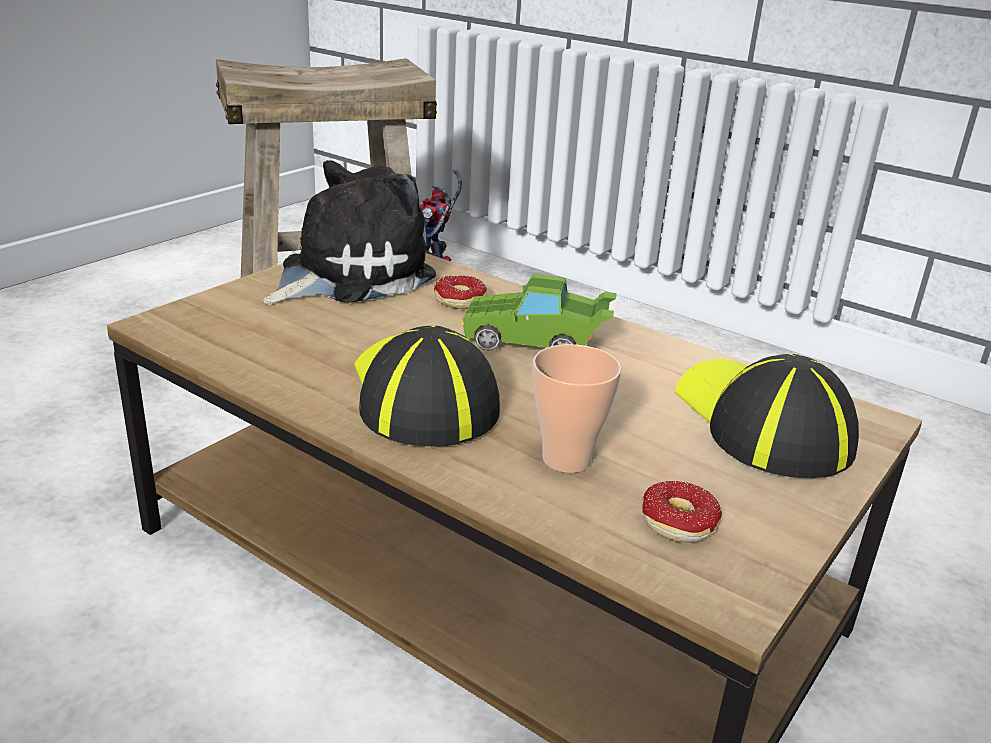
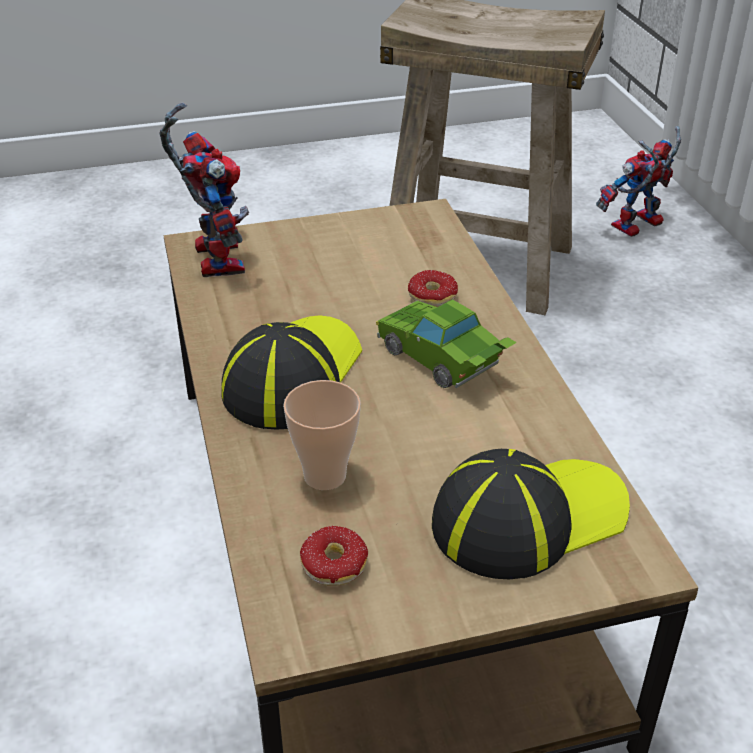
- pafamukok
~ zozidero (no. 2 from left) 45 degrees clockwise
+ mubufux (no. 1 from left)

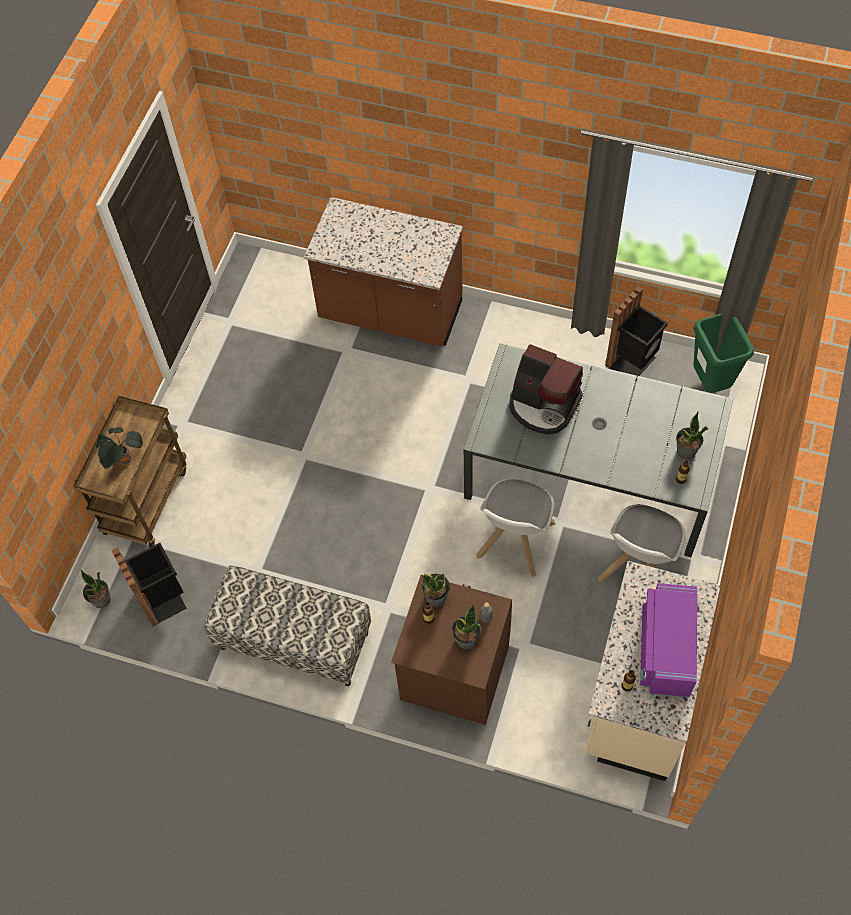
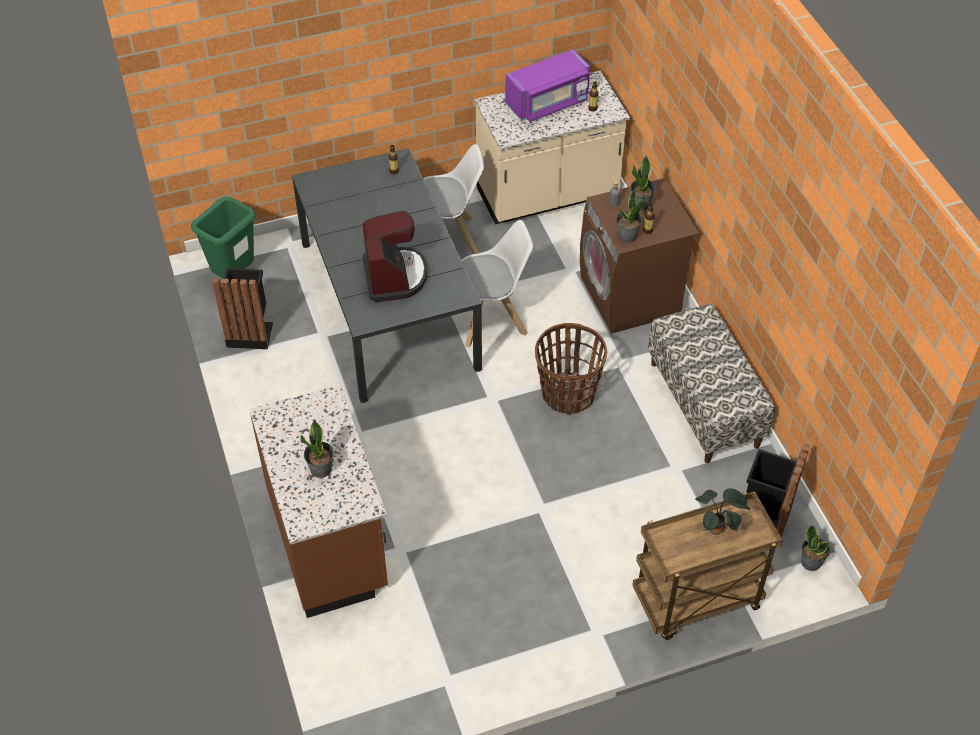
~ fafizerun (no. 5 from left in the first image) to fafizerun (no. 1 from left)
+ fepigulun

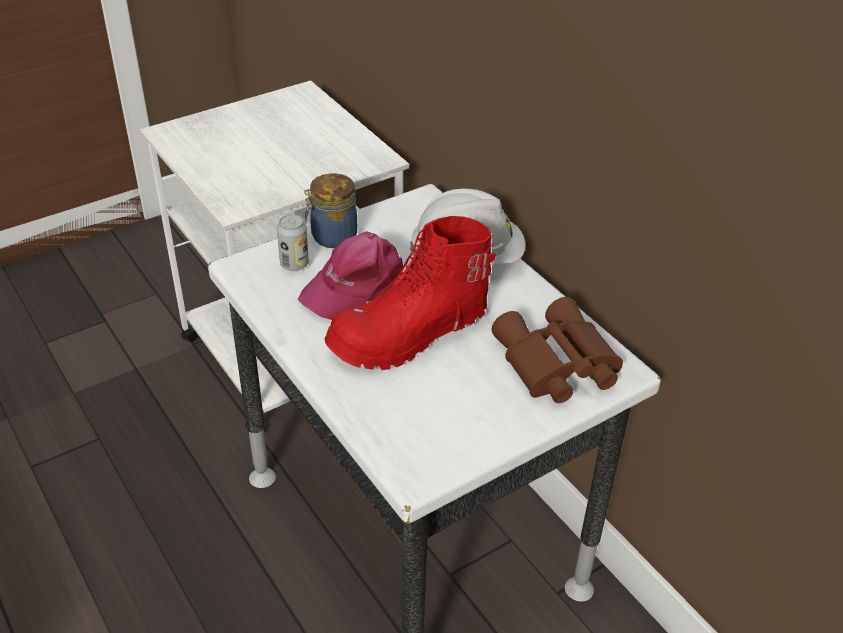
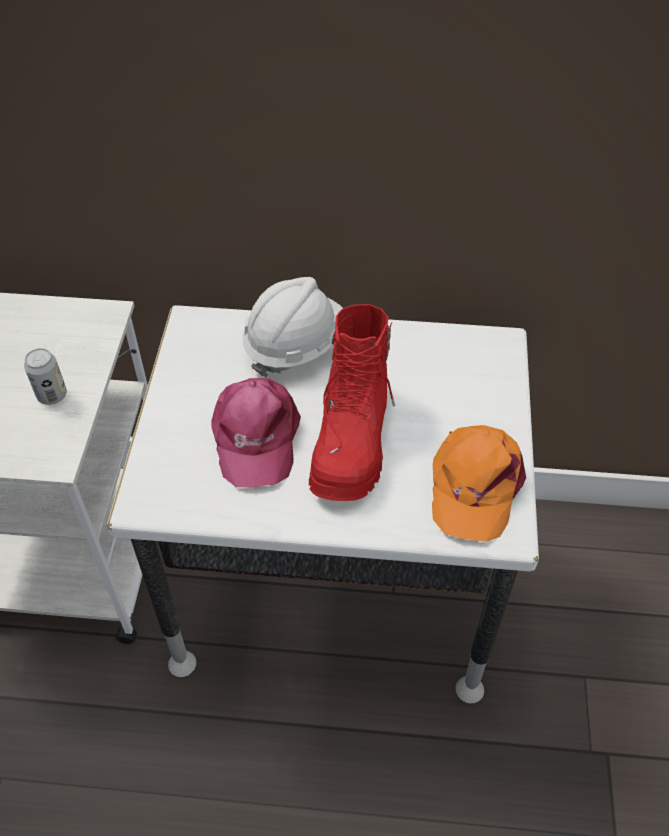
- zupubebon
~ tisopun
- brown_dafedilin
+ orange_zozidero

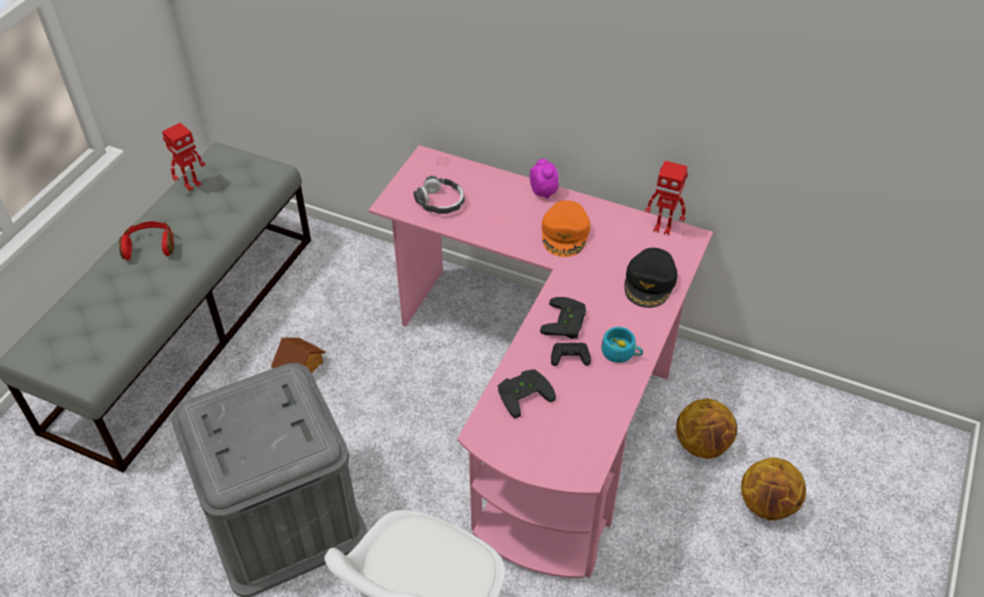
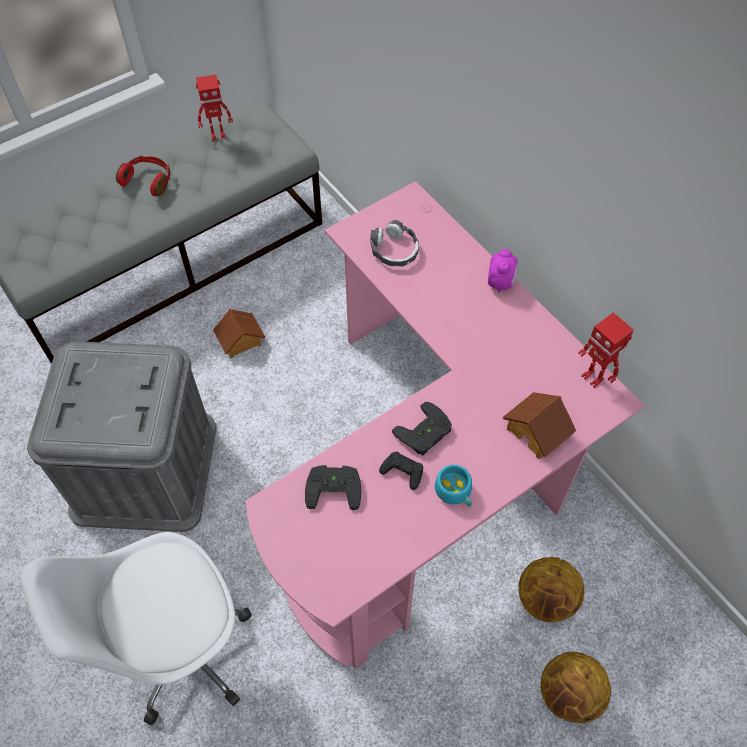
- orange_zozidero
~ black_zozidero to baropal (no. 2 from left)

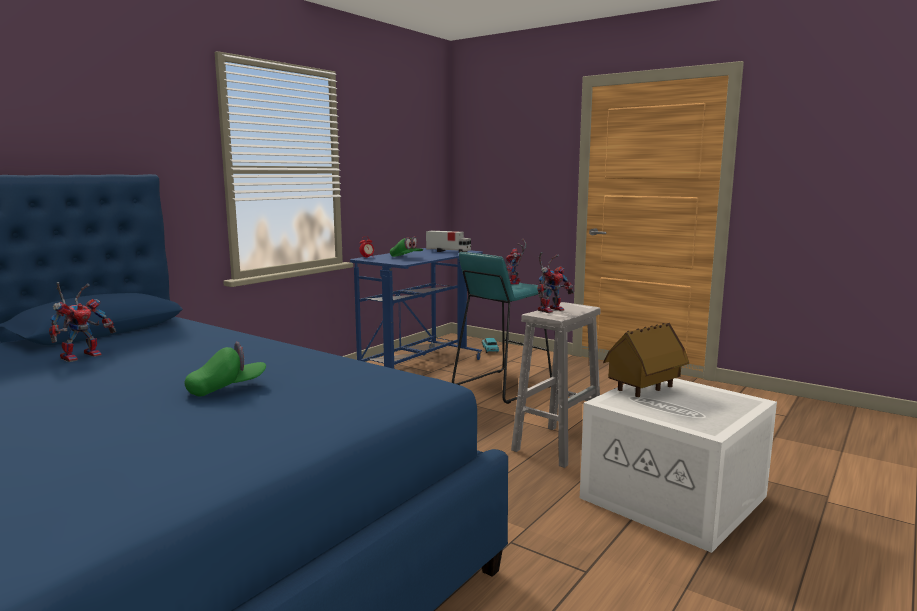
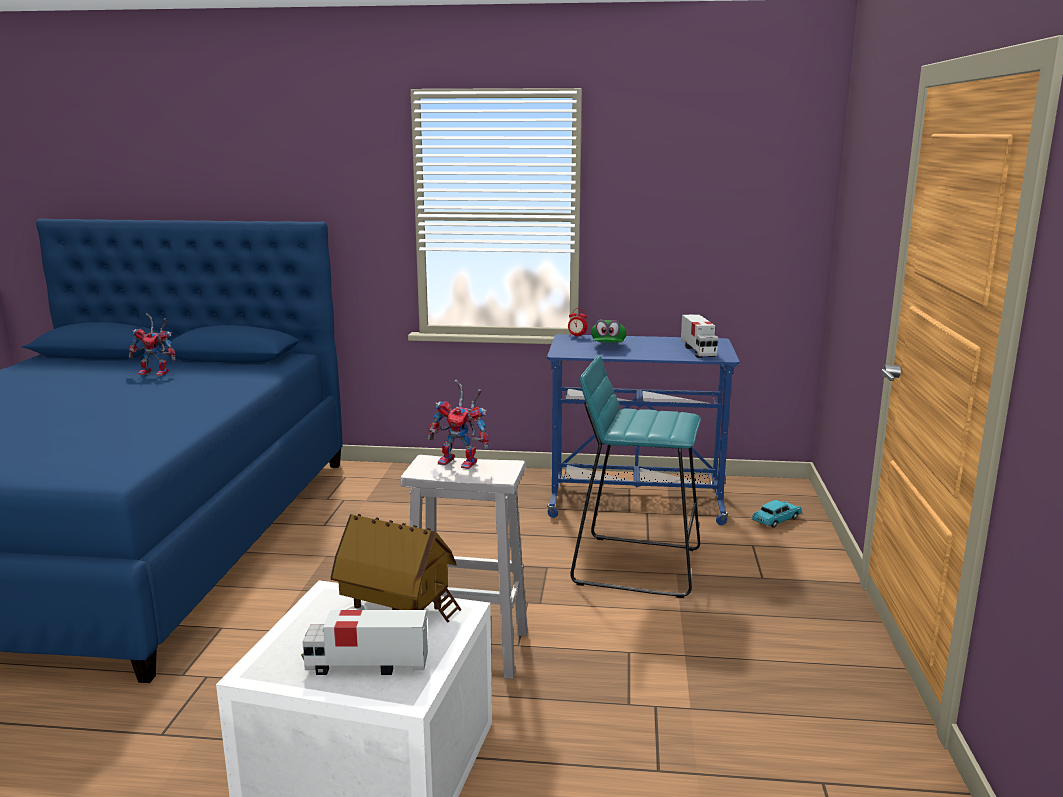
- mubufux (no. 2 from left)
- green_zozidero (no. 1 from left)
+ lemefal (no. 1 from left)

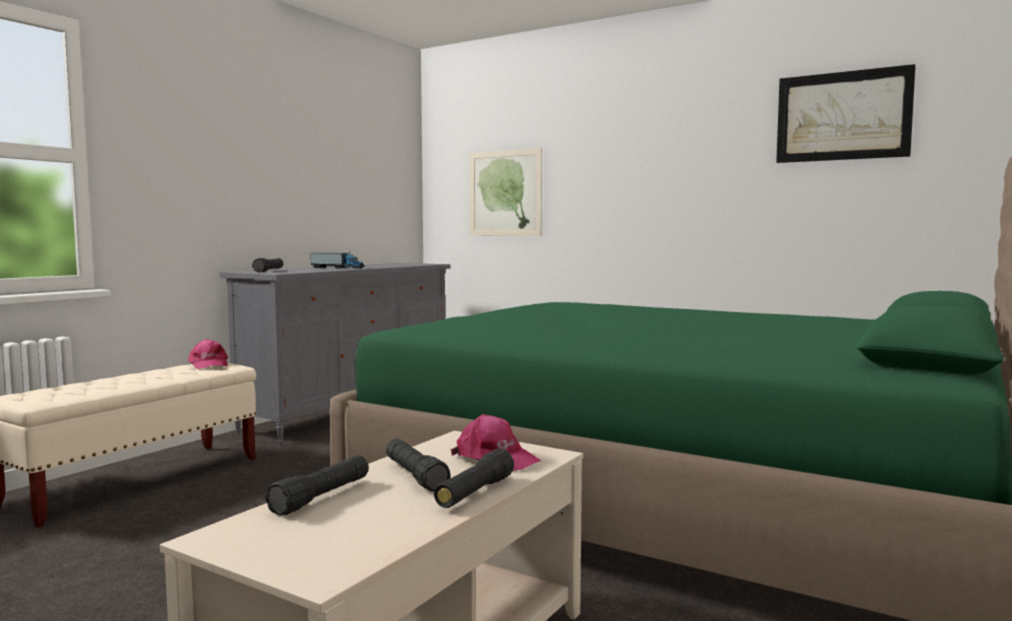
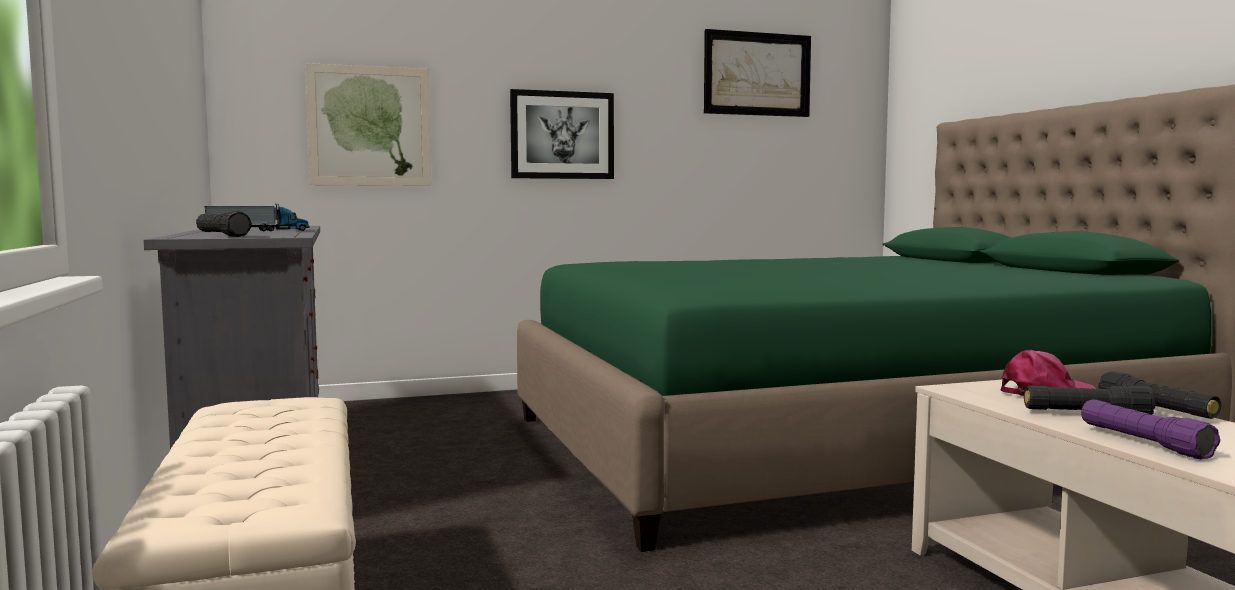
- pink_zozidero (no. 1 from left)
~ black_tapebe (no. 2 from left) to purple_tapebe
+ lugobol (no. 2 from left)

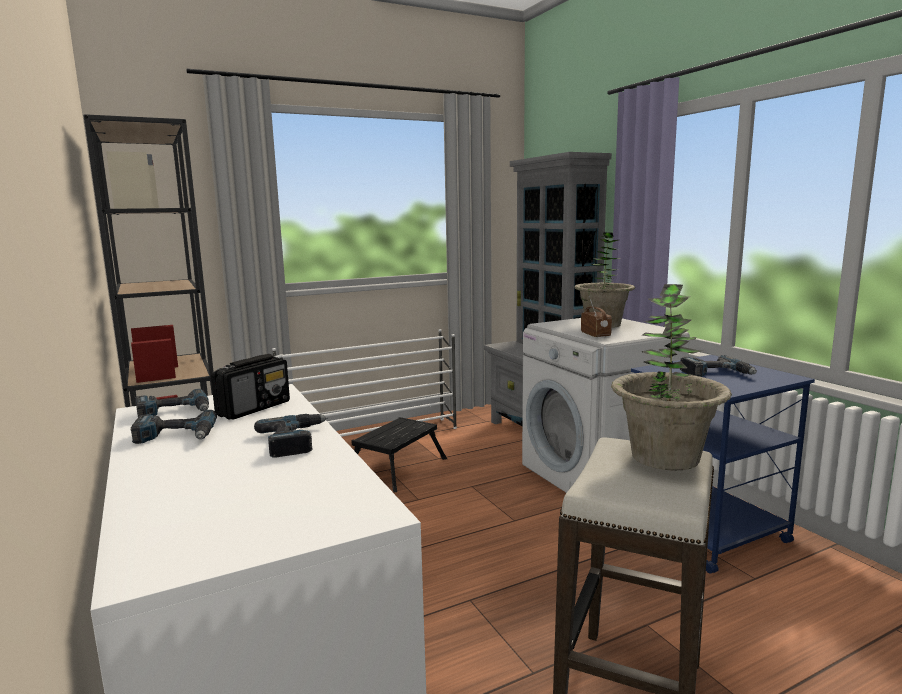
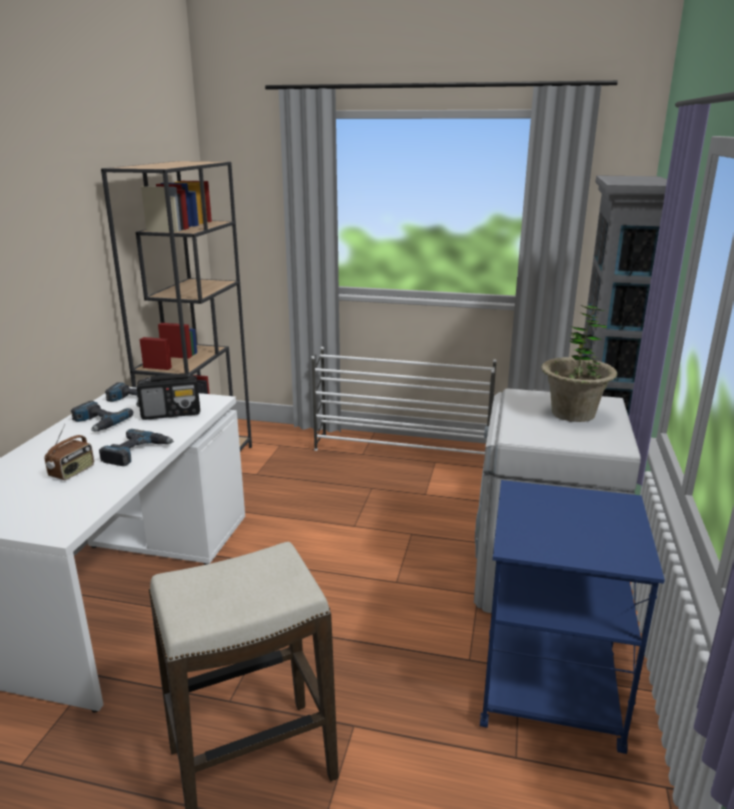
- fafizerun (no. 2 from left)
~ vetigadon (no. 2 from left in the first image) to vetigadon (no. 1 from left)
- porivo (no. 4 from left)
- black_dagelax

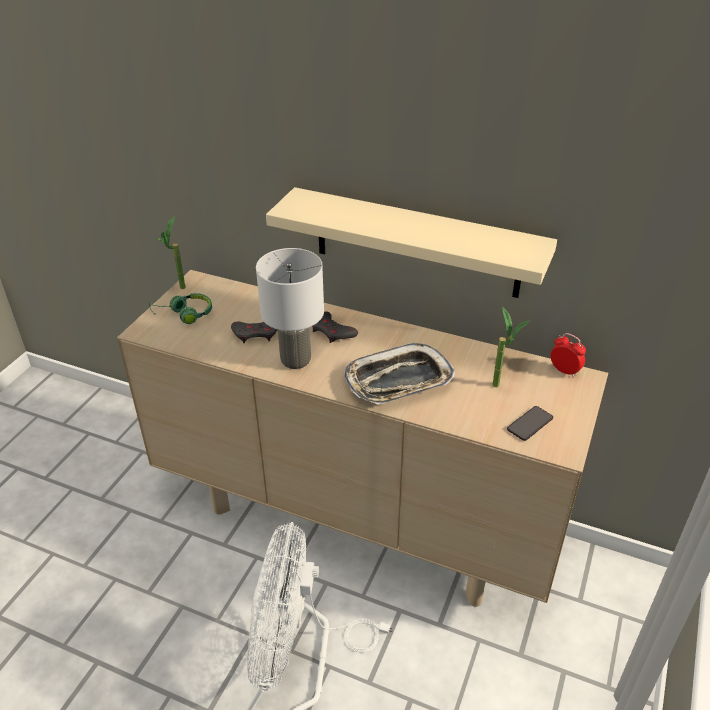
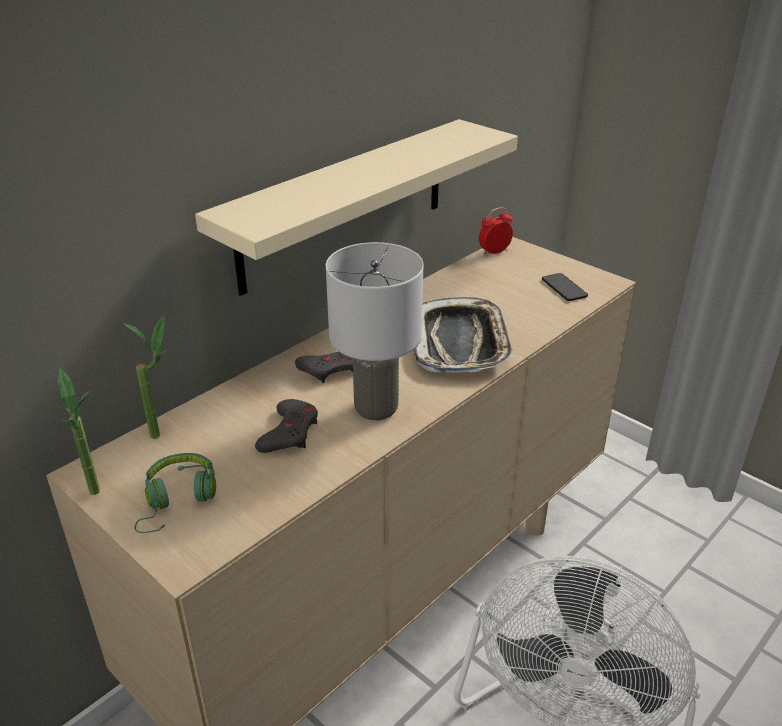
~ fafizerun (no. 2 from left)

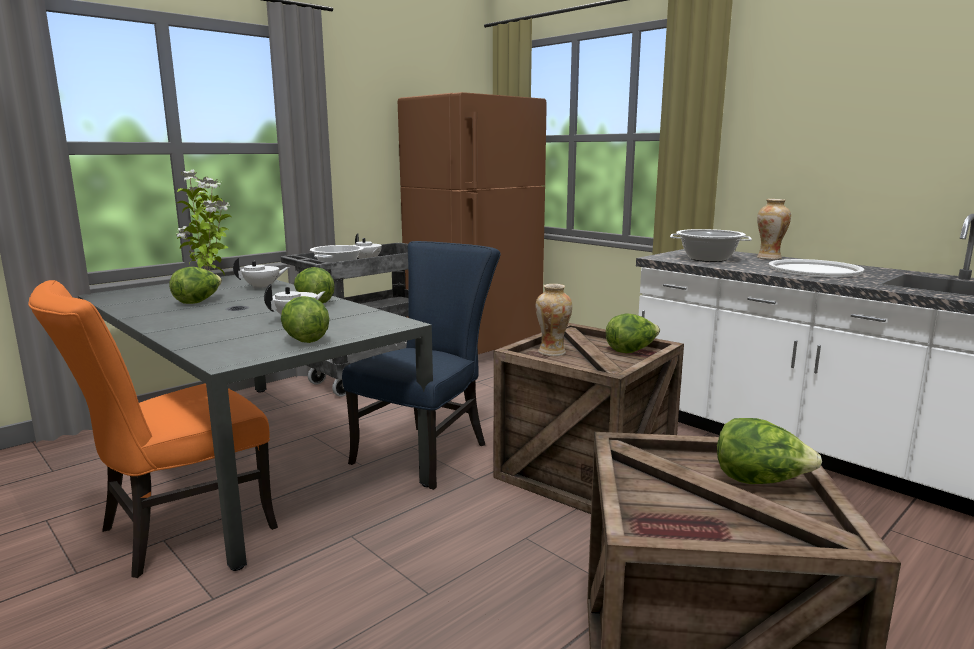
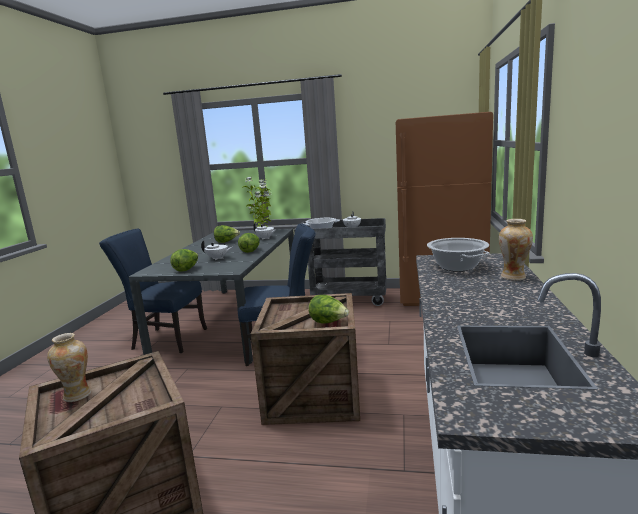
- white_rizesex
~ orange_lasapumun to blue_lasapumun (no. 1 from left)
~ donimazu (no. 1 from left)
- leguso (no. 5 from left)

